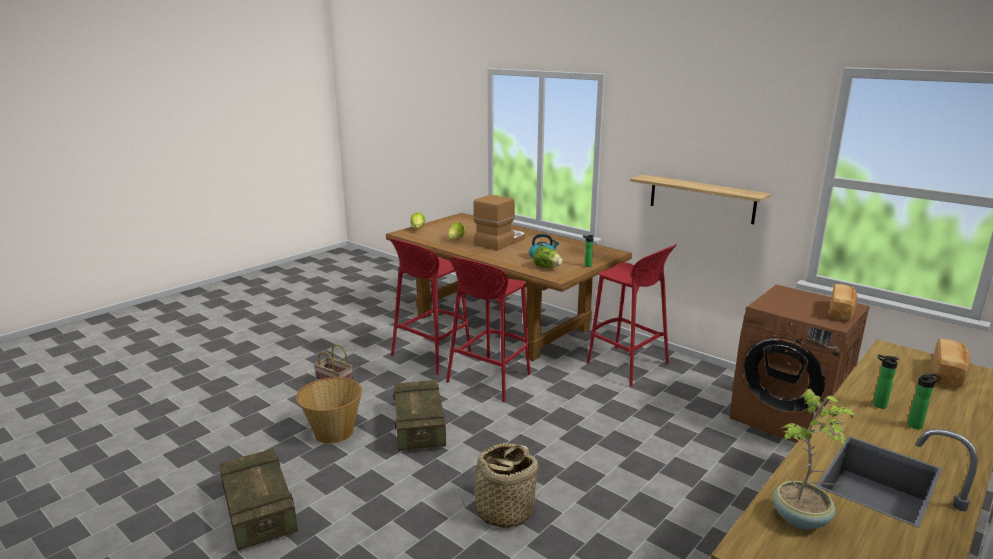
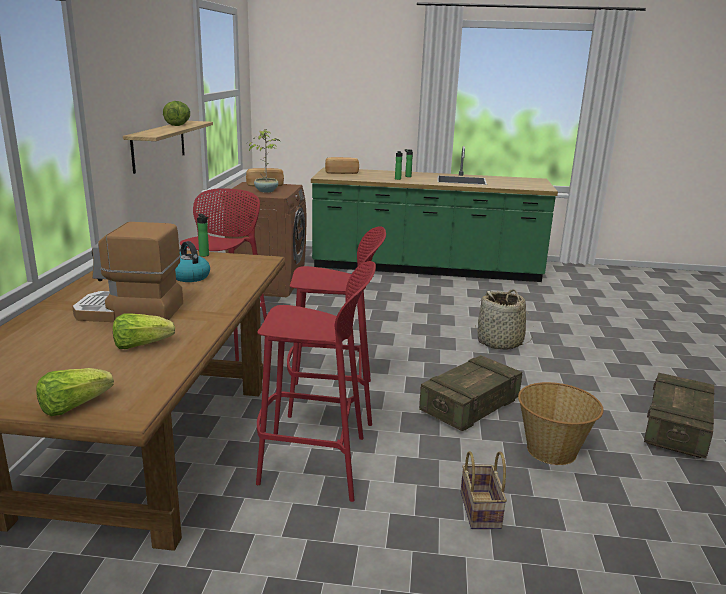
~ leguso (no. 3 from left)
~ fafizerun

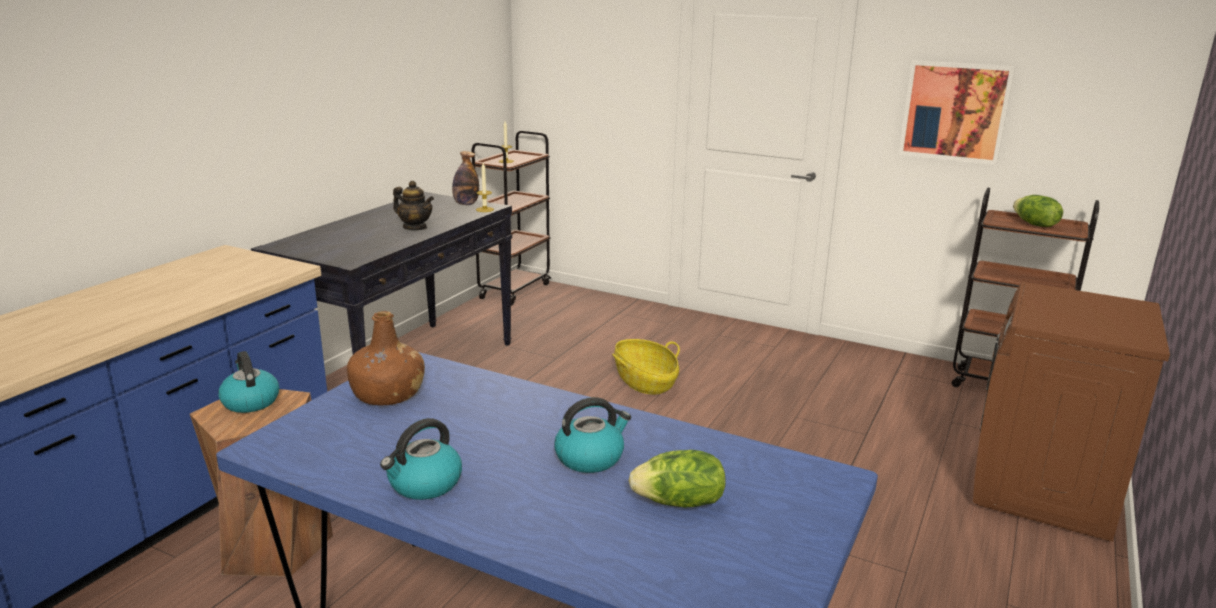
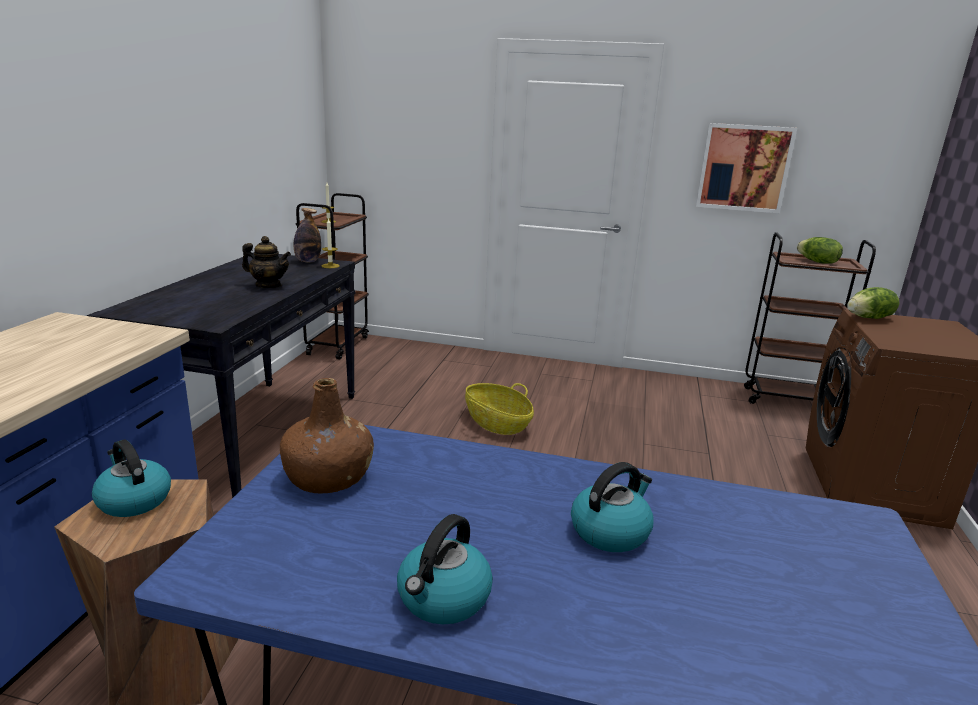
~ leguso (no. 1 from left in the first image) to leguso (no. 2 from left)

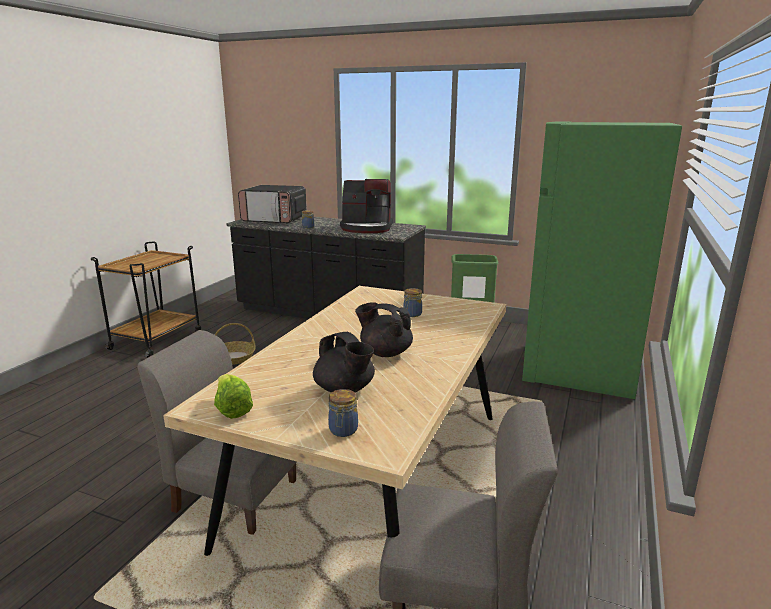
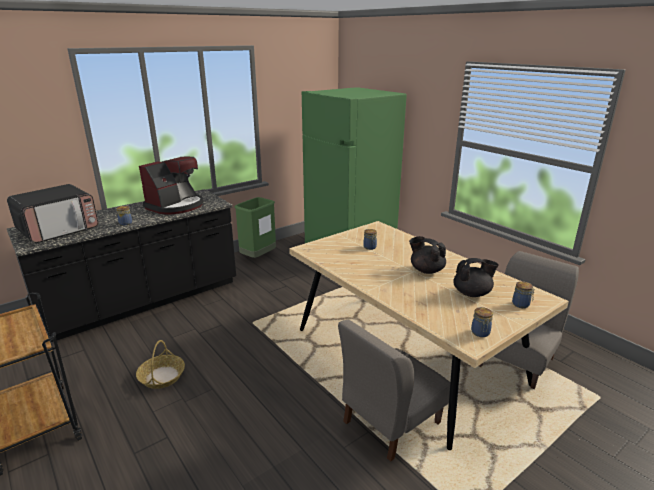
~ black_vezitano (no. 2 from left in the first image) 75 degrees clockwise
~ leguso to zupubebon (no. 3 from left)

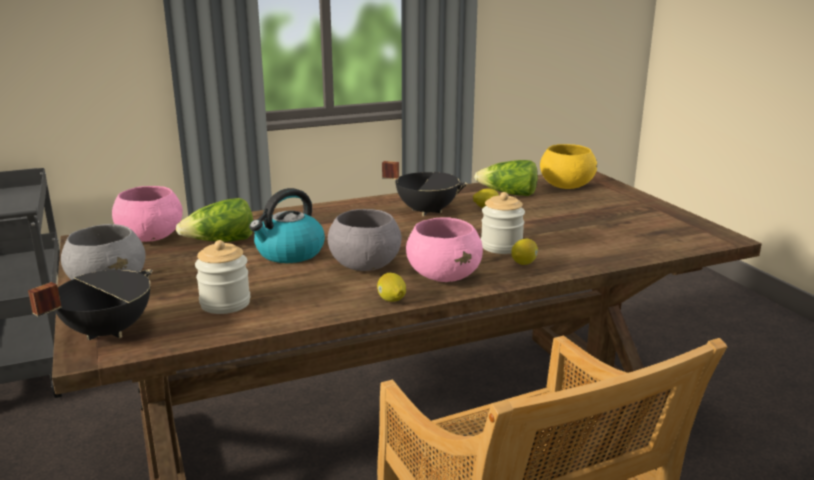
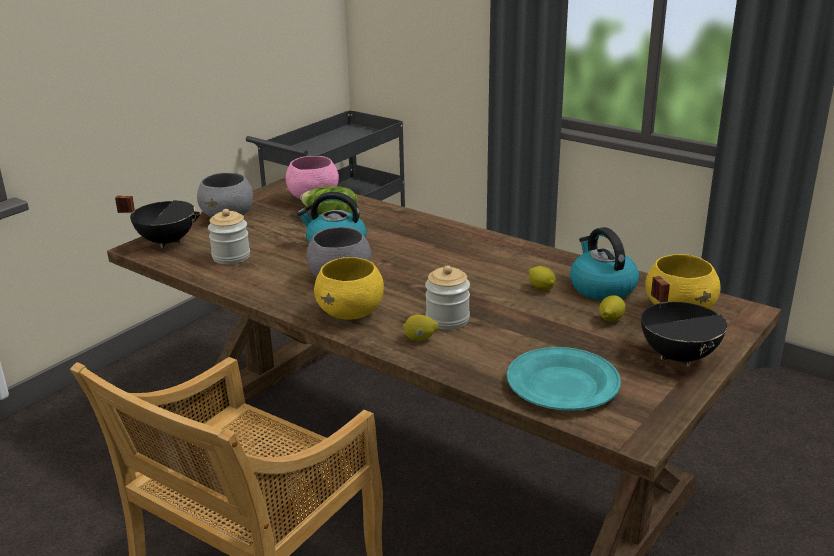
~ leguso (no. 2 from left) to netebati (no. 2 from left)
~ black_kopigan (no. 2 from left)
~ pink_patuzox (no. 2 from left) to yellow_patuzox (no. 1 from left)
~ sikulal (no. 1 from left in the first image) to sikulal (no. 3 from left)
+ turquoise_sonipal

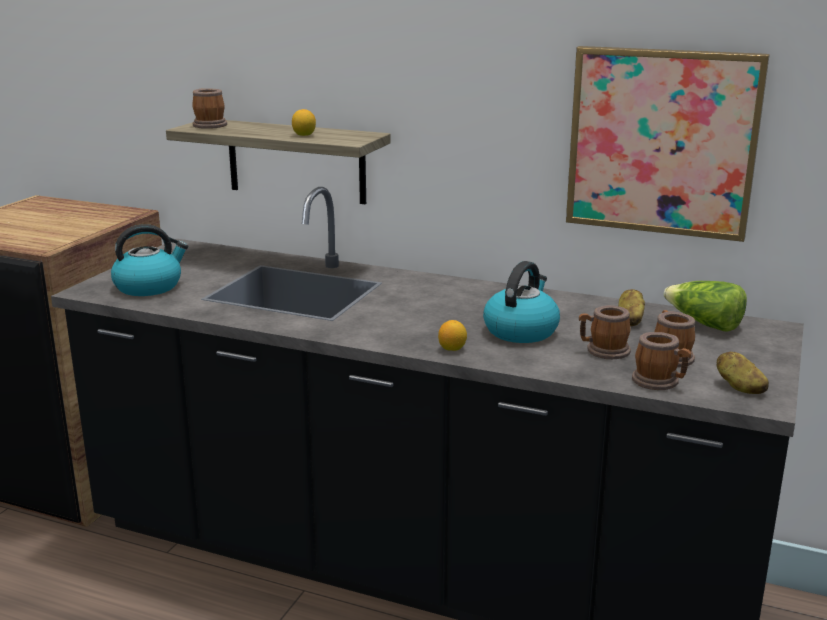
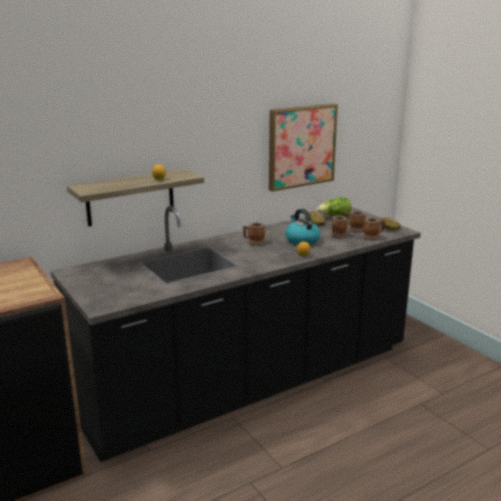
~ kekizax (no. 1 from left)
- netebati (no. 1 from left)

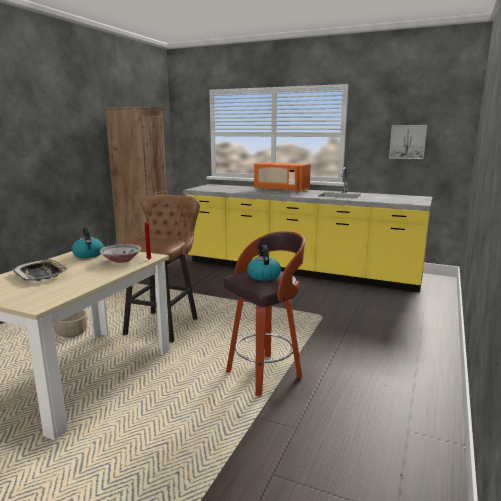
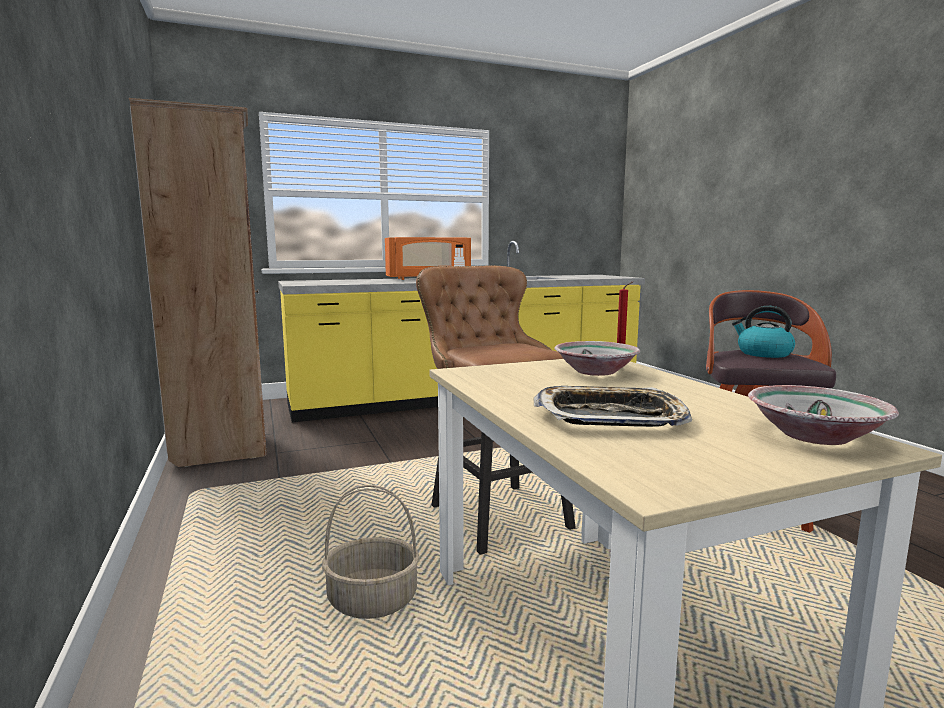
- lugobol
- netebati (no. 1 from left)
+ patuzox (no. 2 from left)

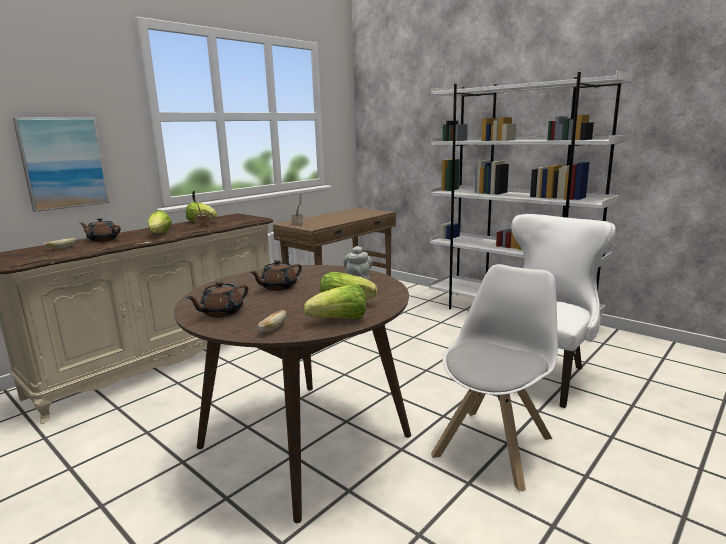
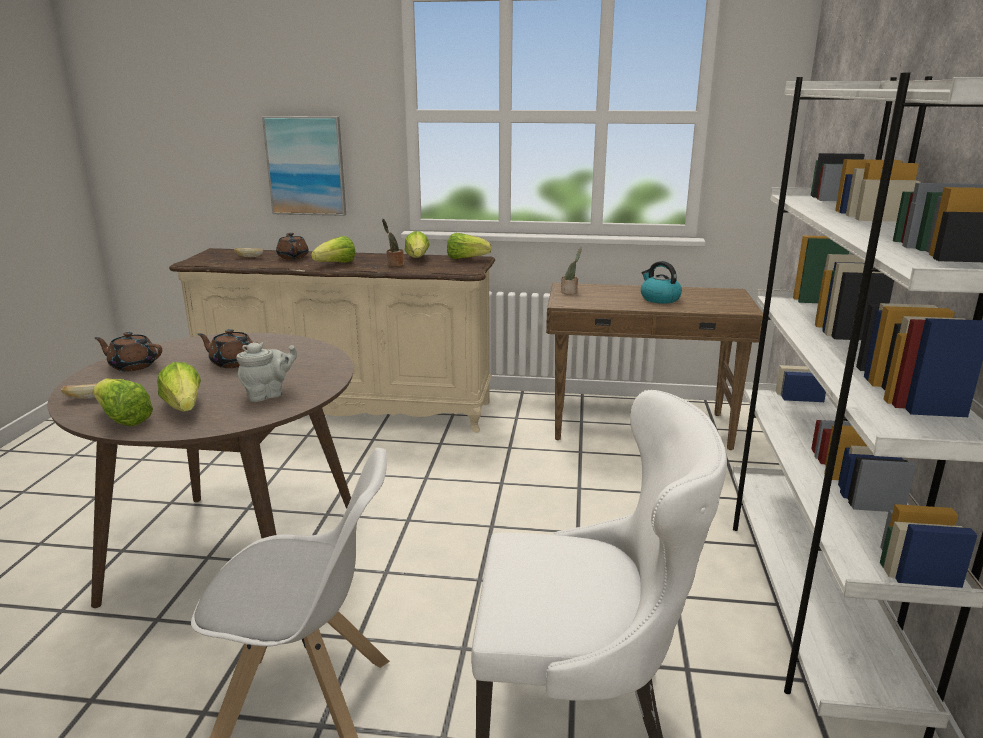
+ leguso (no. 5 from left)
+ netebati

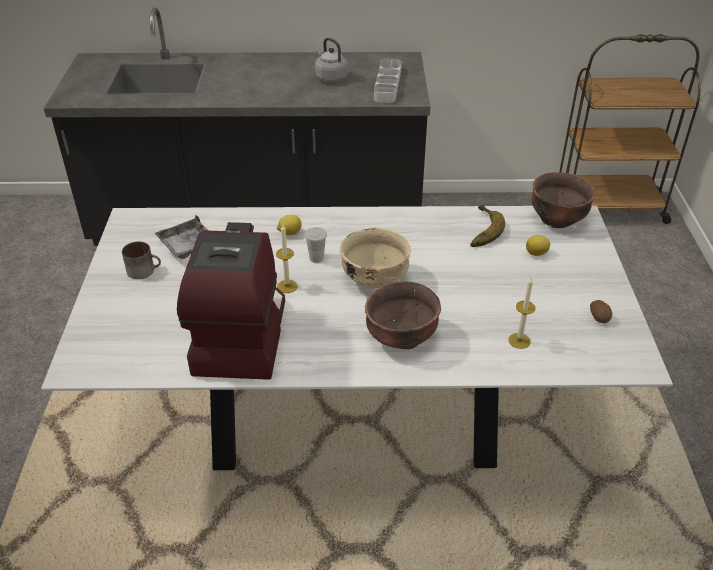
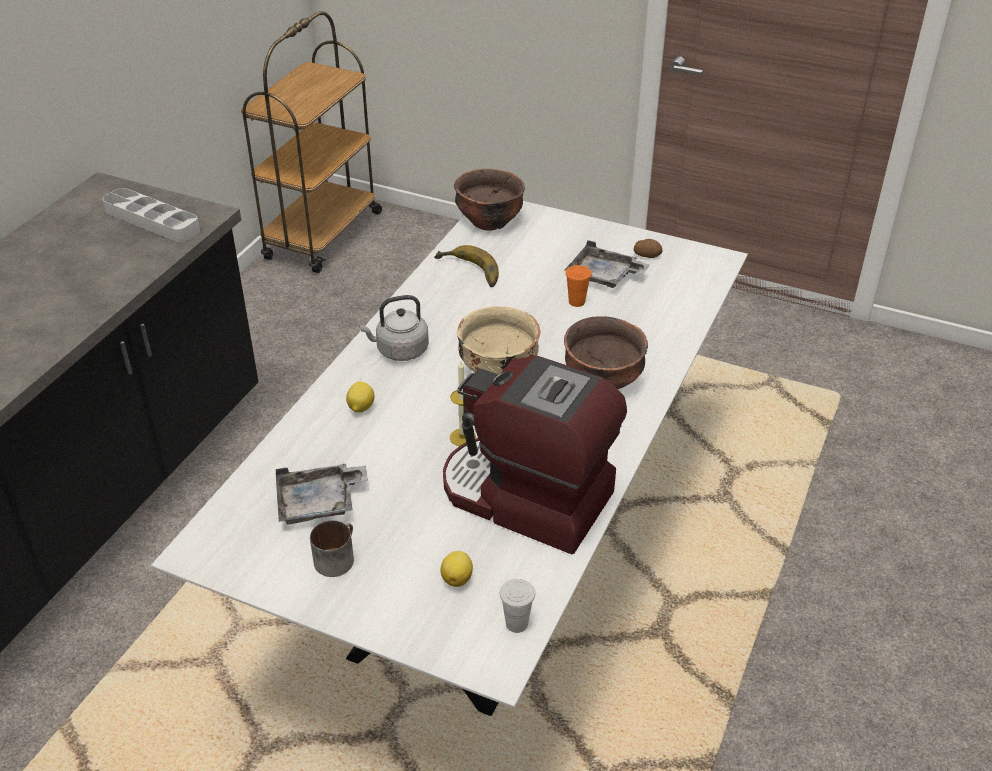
~ grey_netebati
~ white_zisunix
~ sikulal (no. 2 from left)
- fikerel (no. 2 from left)
+ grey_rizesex (no. 3 from left)
+ orange_zisunix

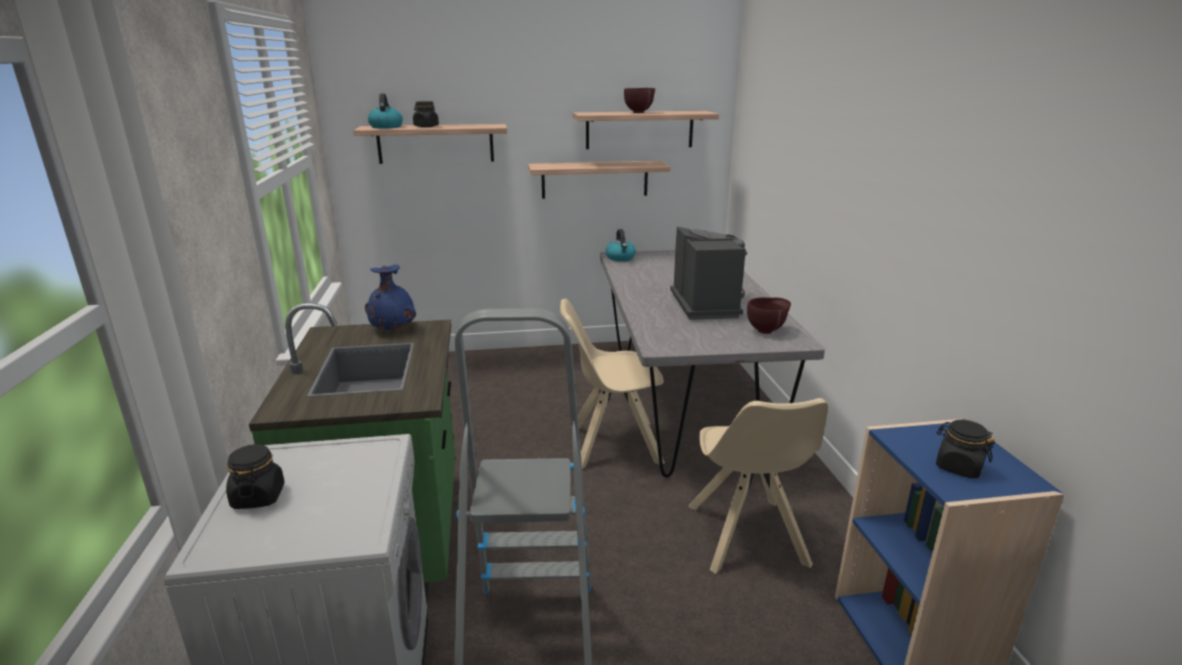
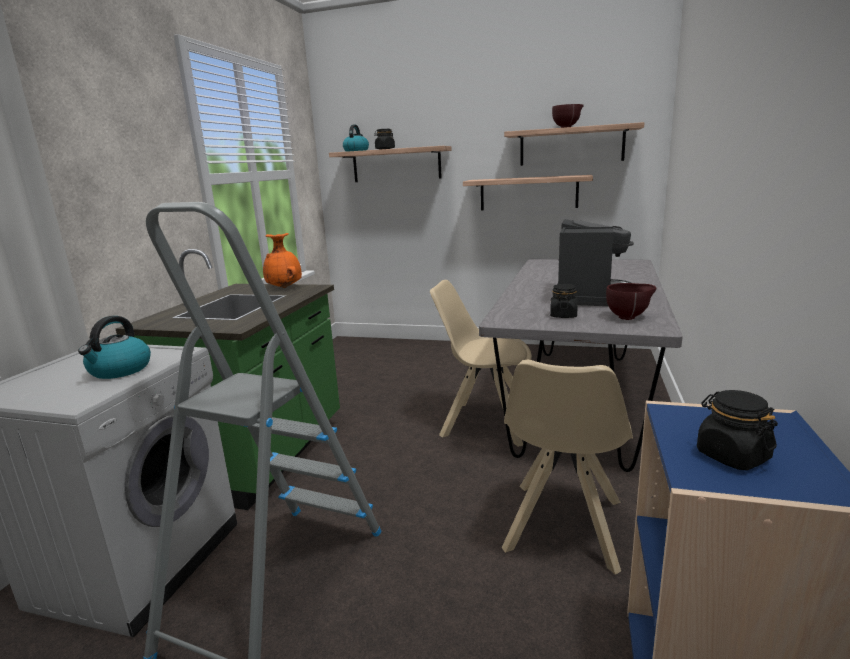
~ netebati (no. 2 from left in the first image) to netebati (no. 1 from left)
~ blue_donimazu to orange_donimazu
~ black_zupubebon (no. 1 from left in the first image) to black_zupubebon (no. 2 from left)

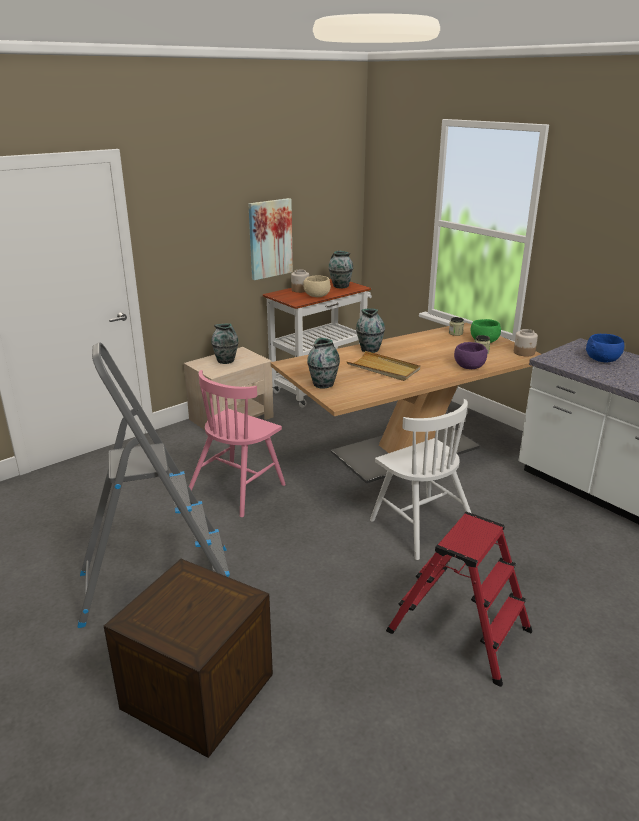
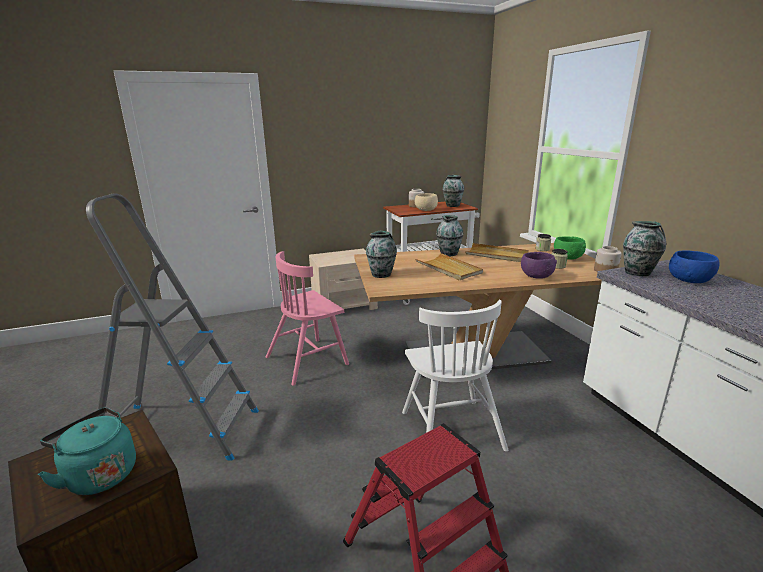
- lugobol
~ donimazu (no. 1 from left in the first image) to donimazu (no. 4 from left)
+ beige_rizesex (no. 2 from left)
+ turquoise_netebati

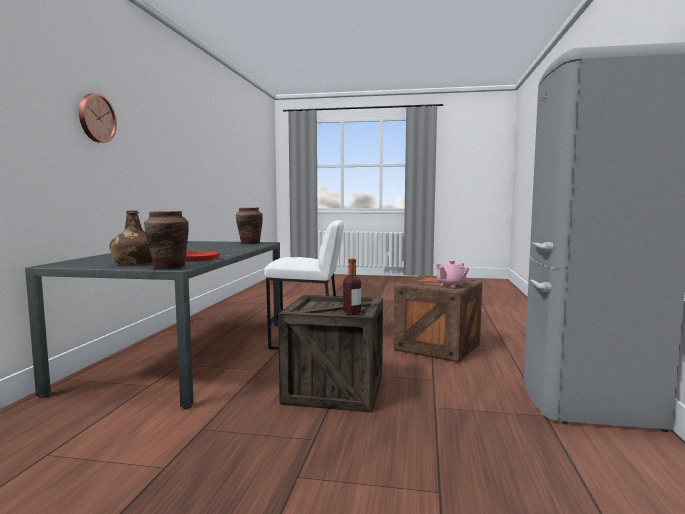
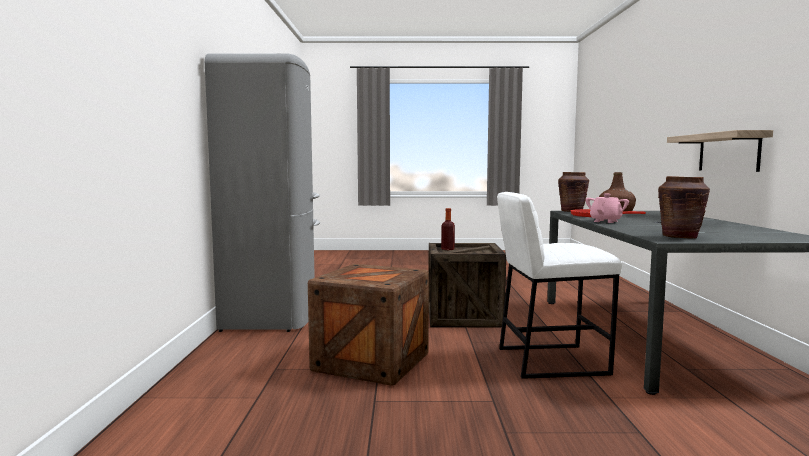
- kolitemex
~ pink_vezitano
+ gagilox

